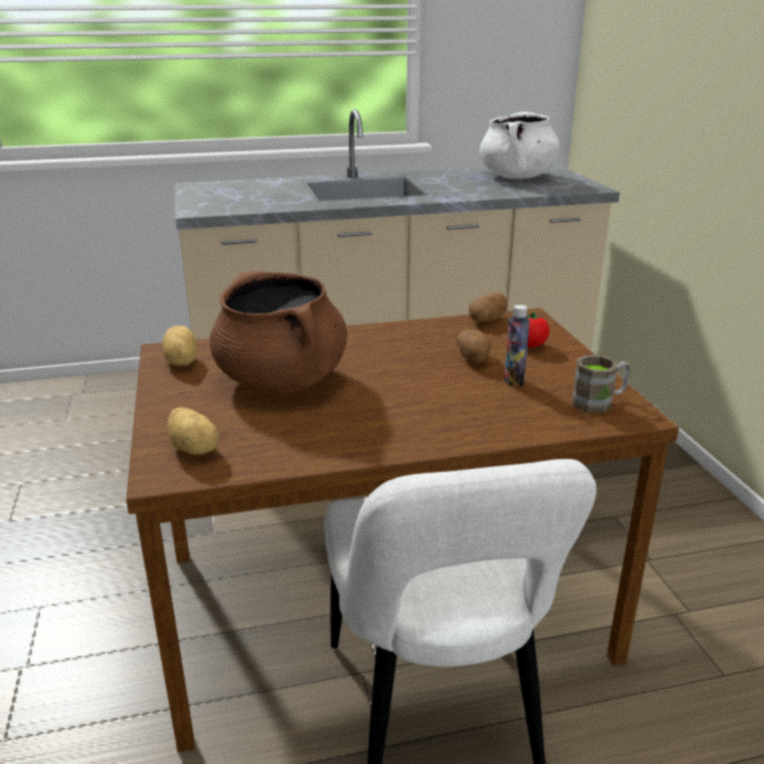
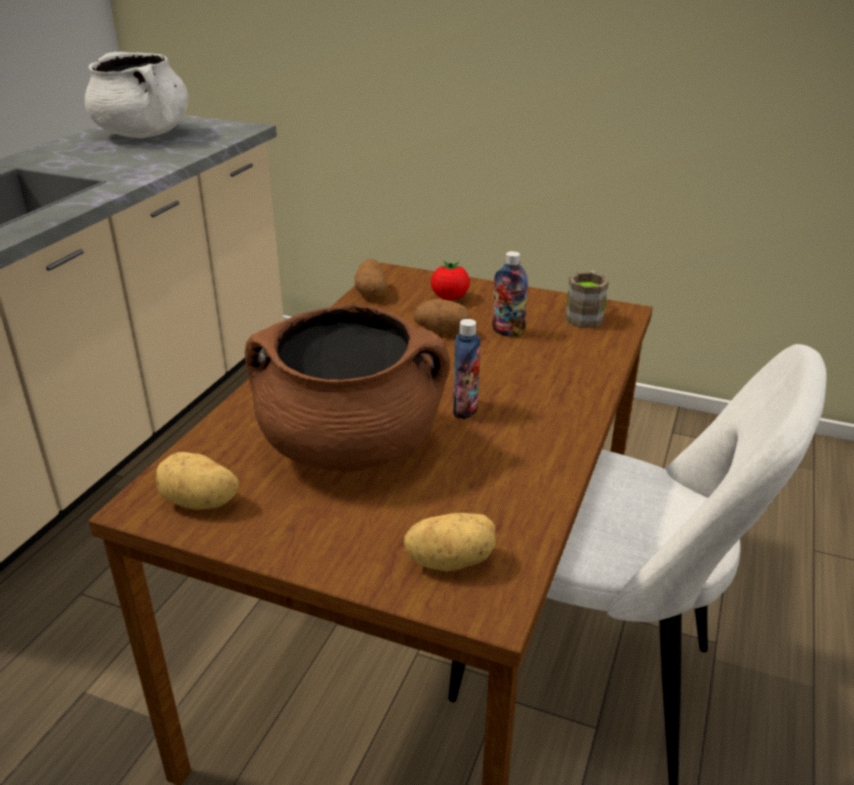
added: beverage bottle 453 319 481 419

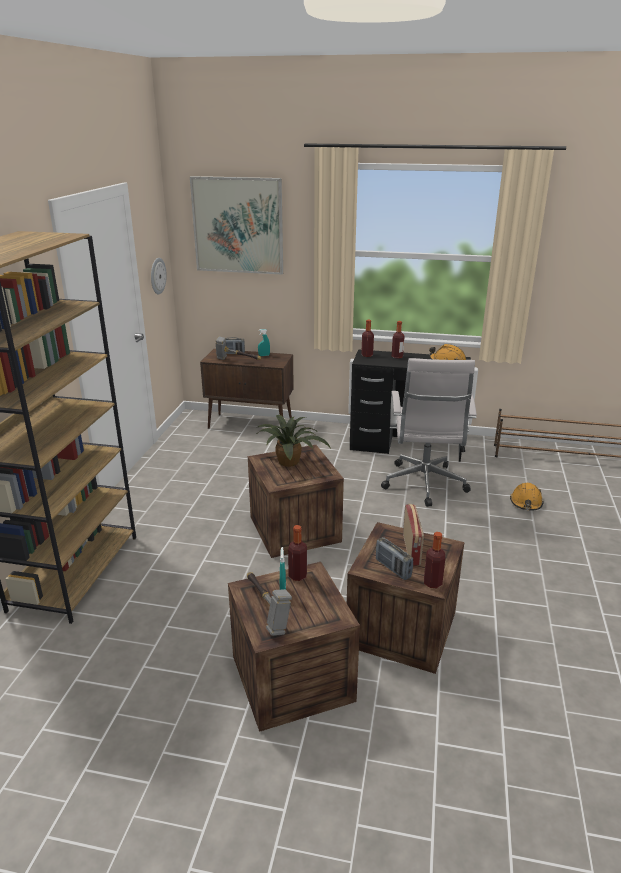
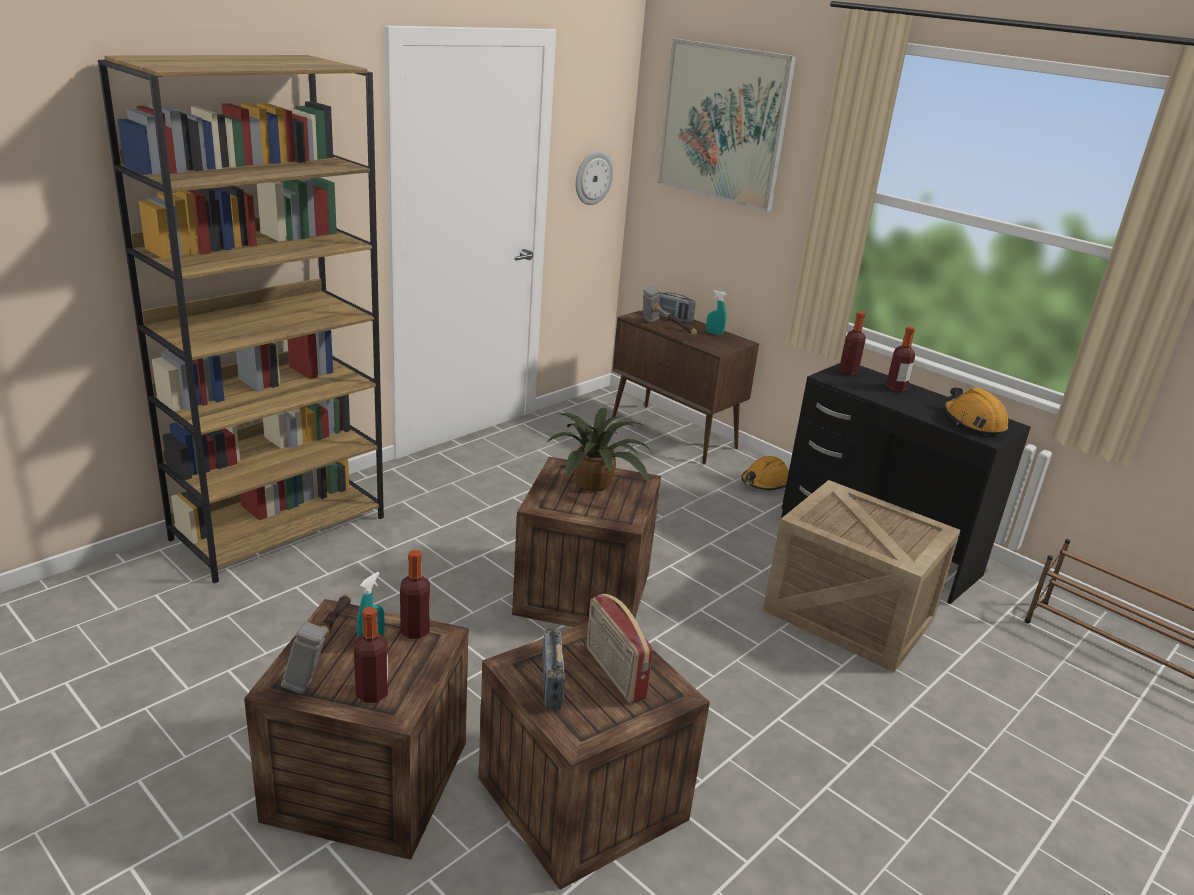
moved: beverage bottle 424 532 445 588 to 354 607 389 703; orangey hard hat 510 483 543 511 to 741 456 789 490
replaced: white-coloured desk chair 381 358 477 507 to shipping crate 763 480 961 672
turned: radio set 403 504 424 566 = 586 594 653 703 120 degrees clockwise

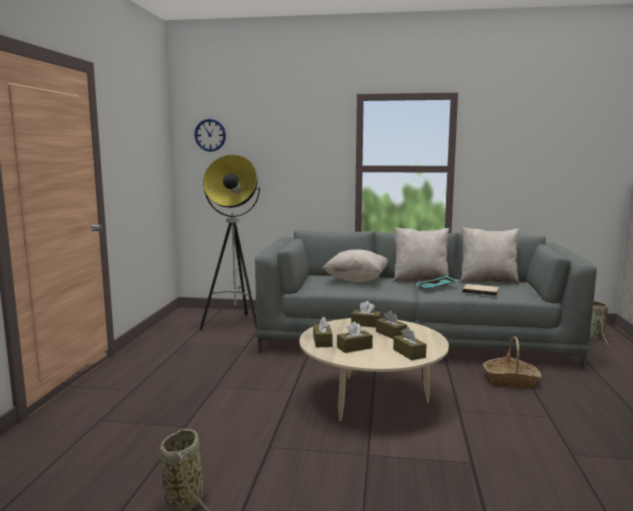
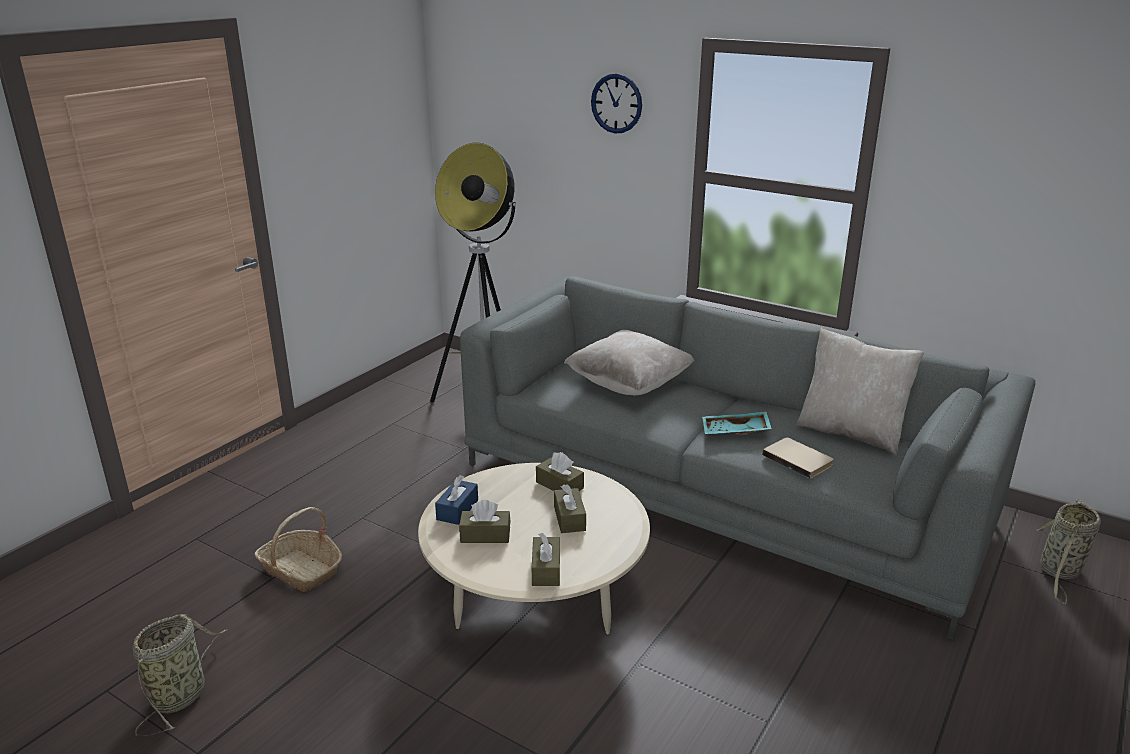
removed: beige-coloured pillow 393 227 449 282
moved: clock on the wall 194 119 226 152 to 591 73 642 134; storage basket 483 336 542 388 to 254 507 342 592
recoloured: brown tissue holder 313 317 333 347 to bluish tissue holder 435 475 478 525

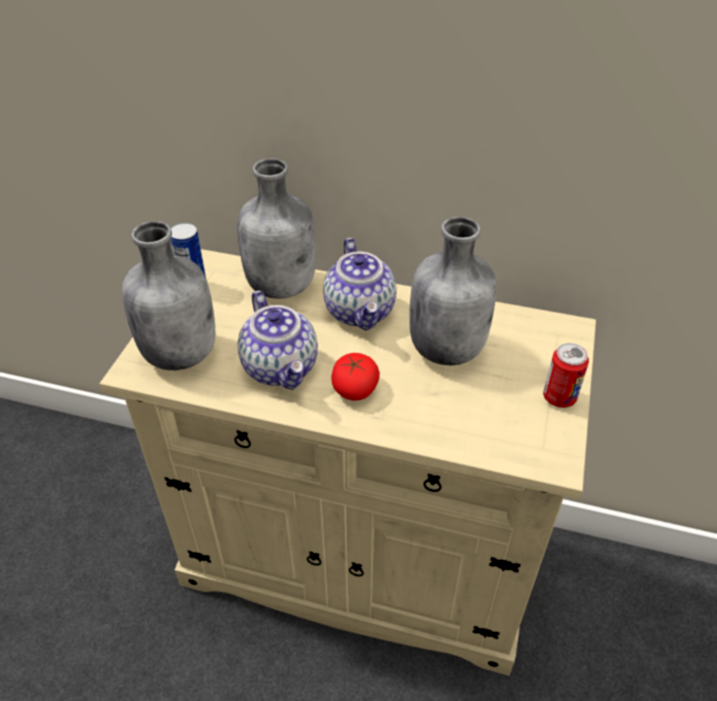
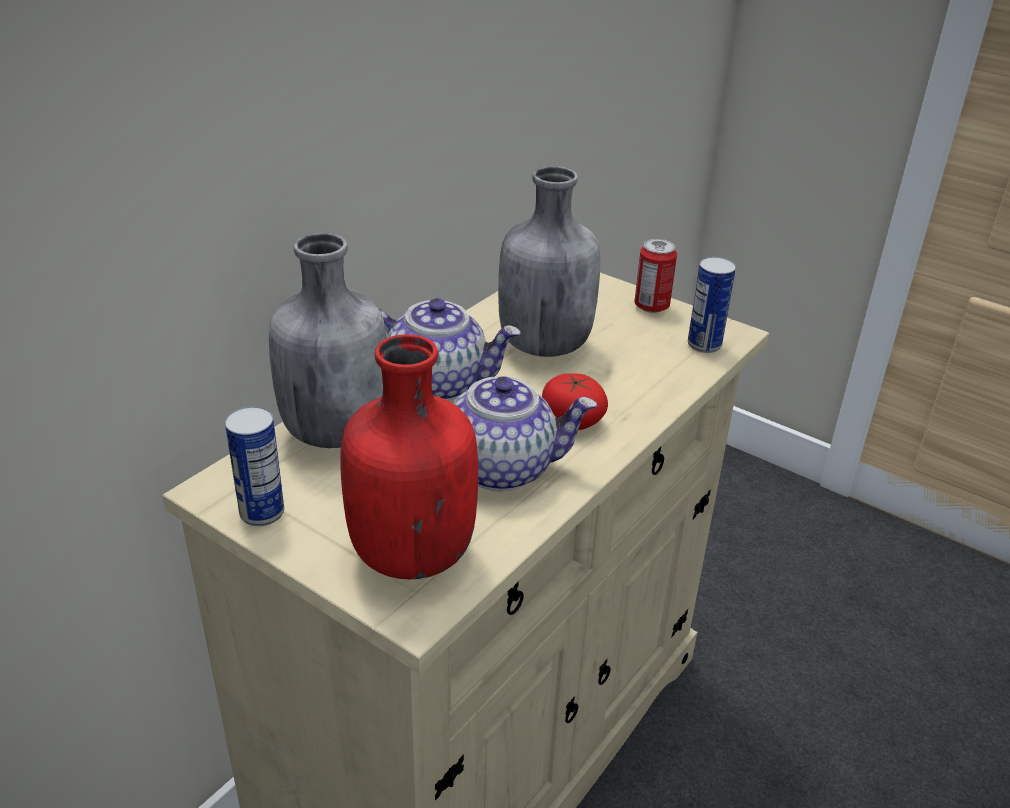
added: can 688 257 736 353
recoloured: grey beverage bottle 122 221 215 370 to reddish beverage bottle 340 334 478 579

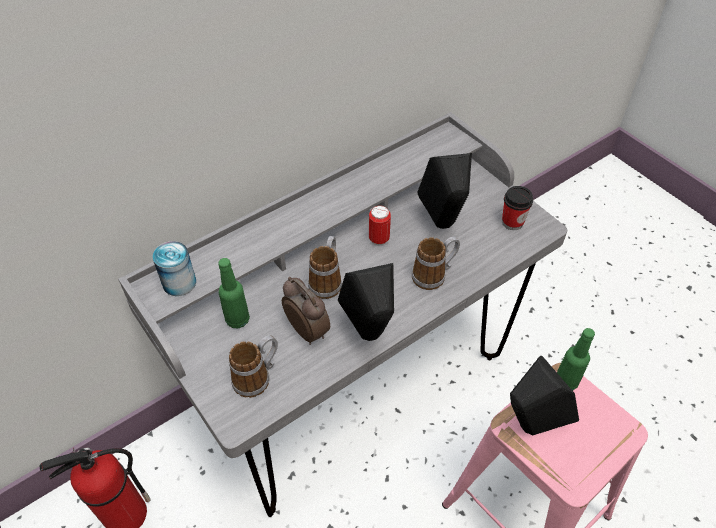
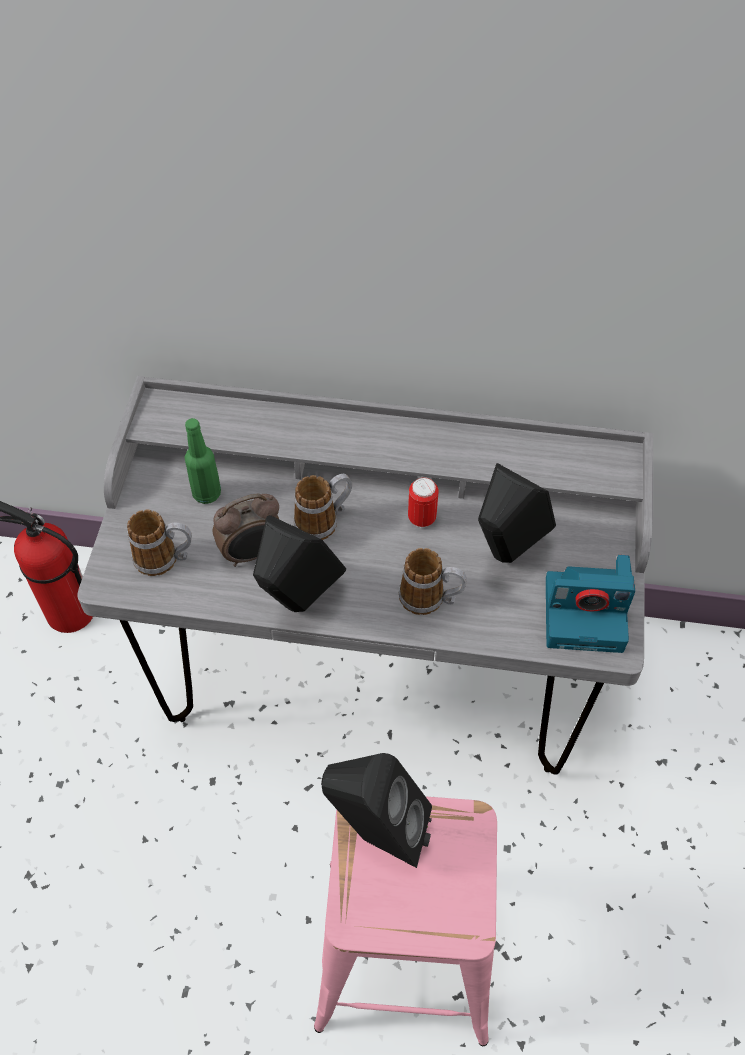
removed: can 152 241 196 296; greenish beverage bottle 557 328 595 391
replaced: small cup 502 186 533 230 to photo camera 546 555 635 653
turned: alarm clock 282 277 330 345 = 213 493 279 567 60 degrees clockwise

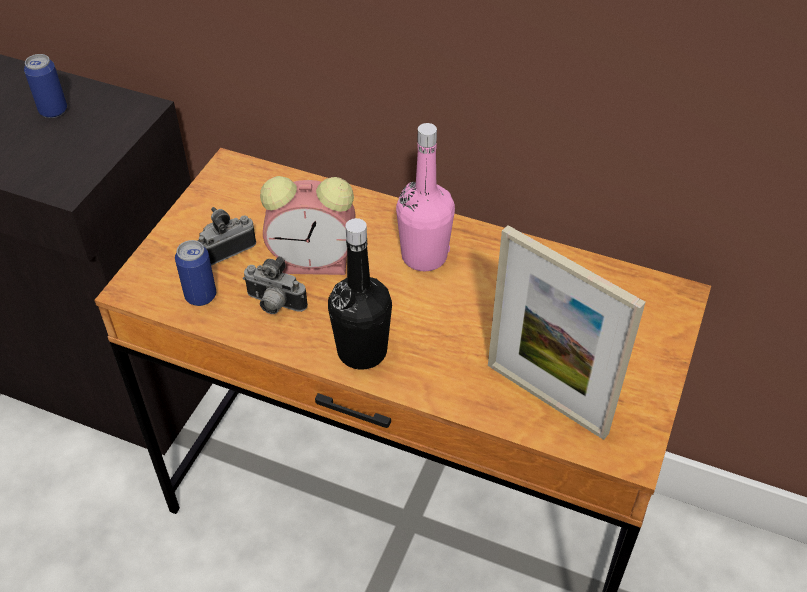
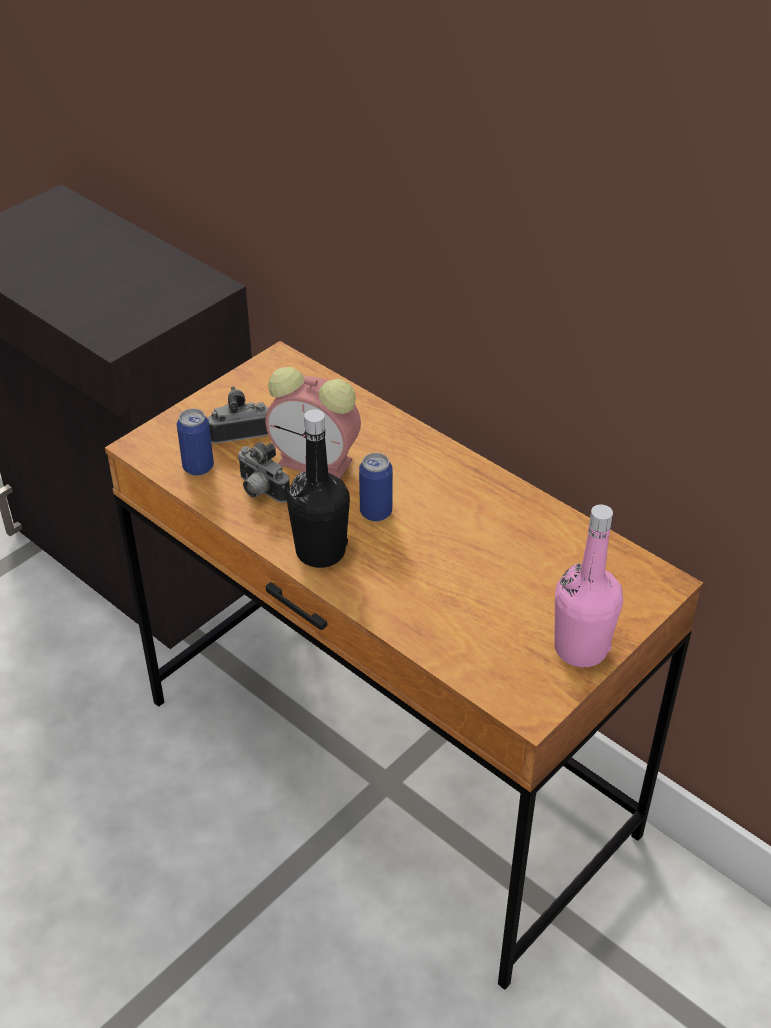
removed: standing frame 488 225 646 440
moved: can 24 54 67 118 to 359 453 393 522; pink beverage bottle 396 123 455 272 to 554 504 623 667

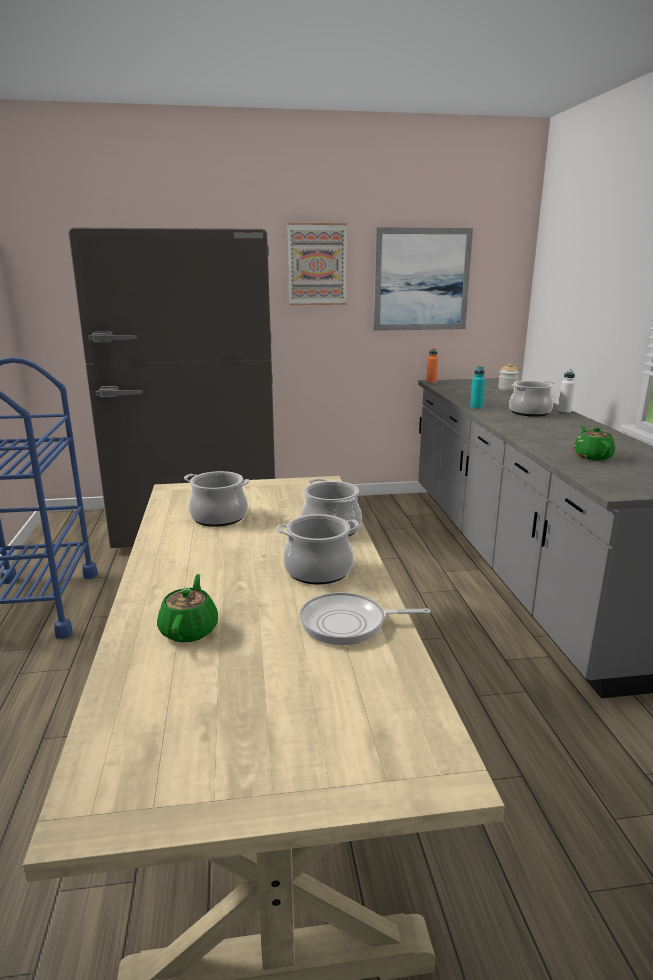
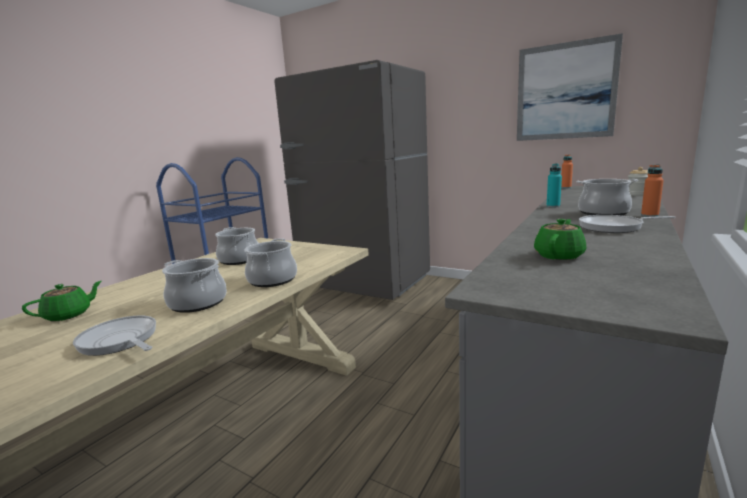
removed: wall picture 288 223 347 305
added: skillet 579 215 675 233
recoloured: white-coloured beverage bottle 558 370 575 414 to orangey beverage bottle 641 165 664 217

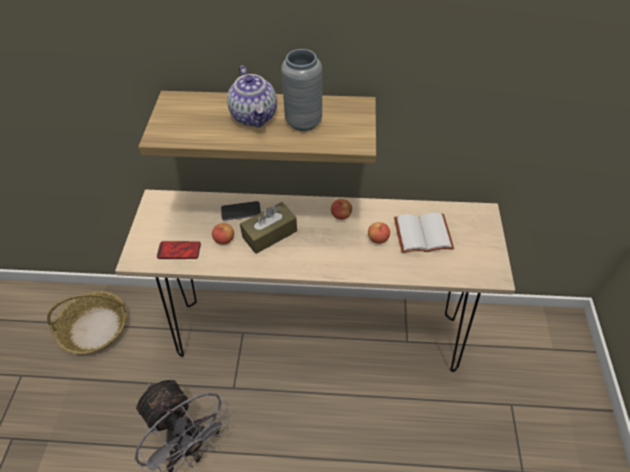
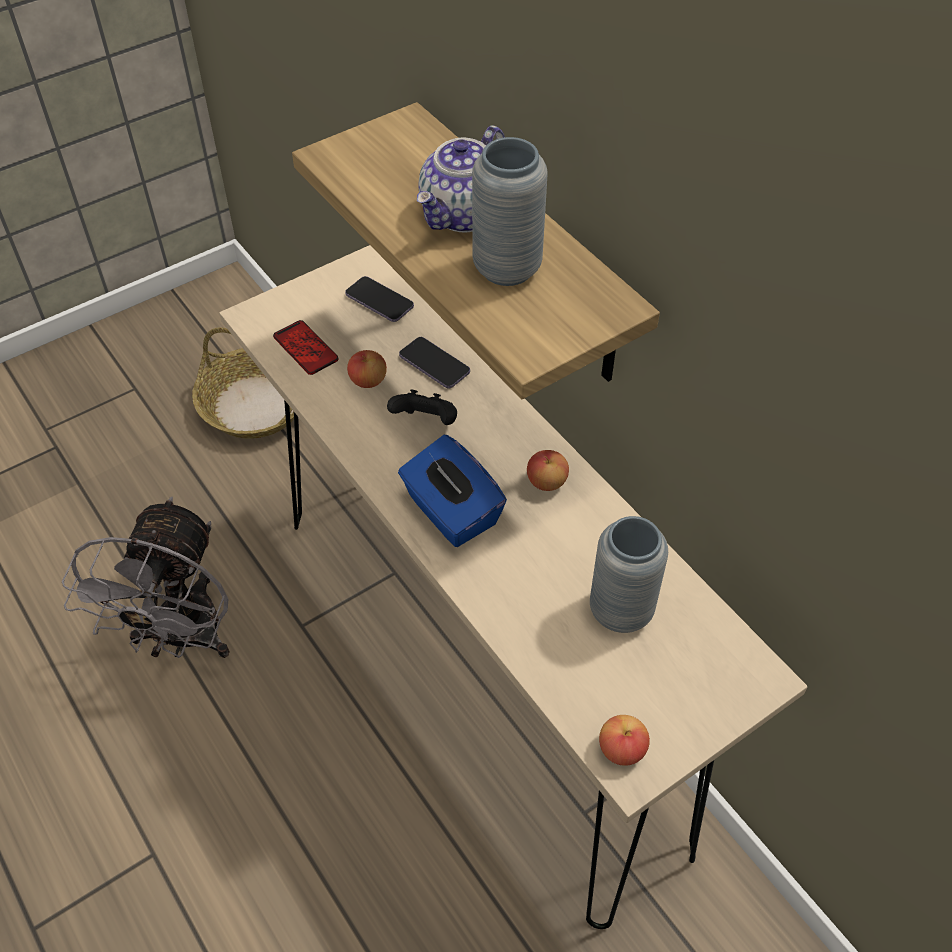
added: telephone 345 276 414 322; bluish tissue holder 398 435 507 547
moved: apple fruit 368 222 390 244 to 599 715 650 766
replaced: brown tissue holder 240 202 297 254 to black-coloured gamepad 387 389 457 425; white-coloured volume 394 213 454 253 to grey decorative vase 590 516 668 633

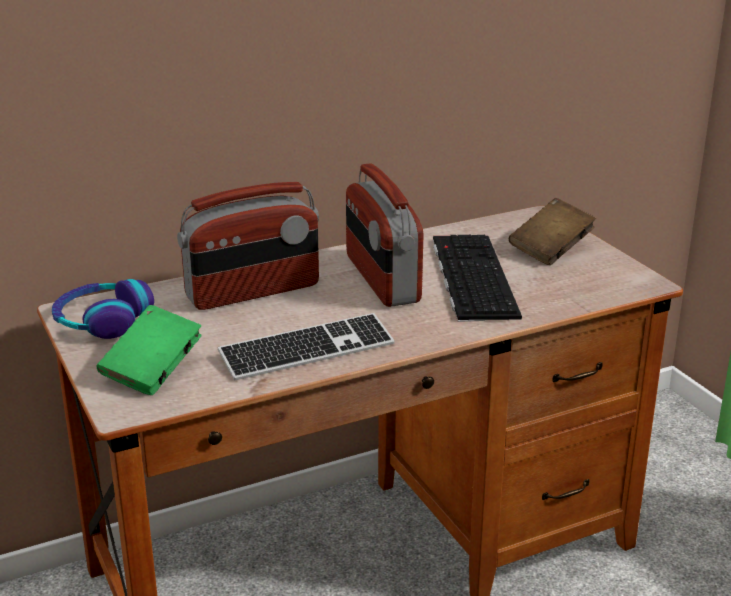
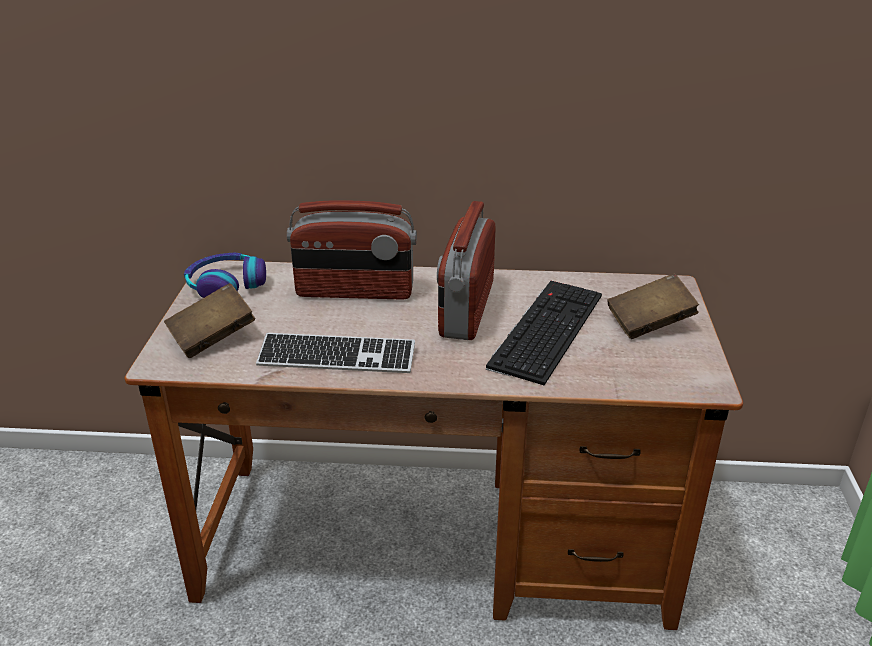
recoloured: greenish volume 96 305 202 395 to brown volume 164 283 255 358

